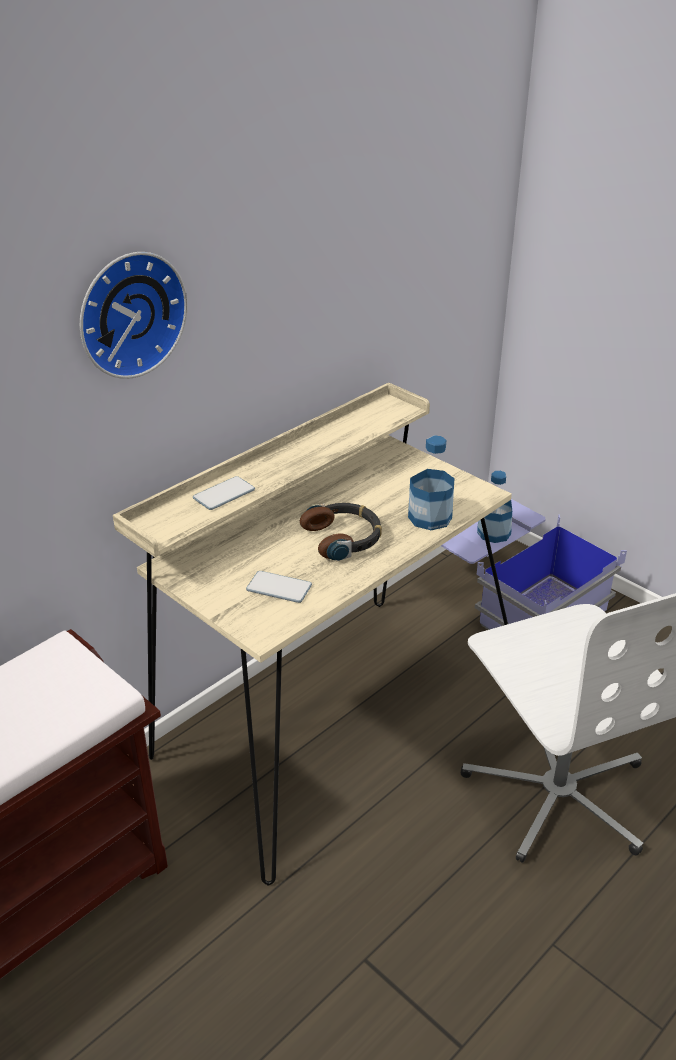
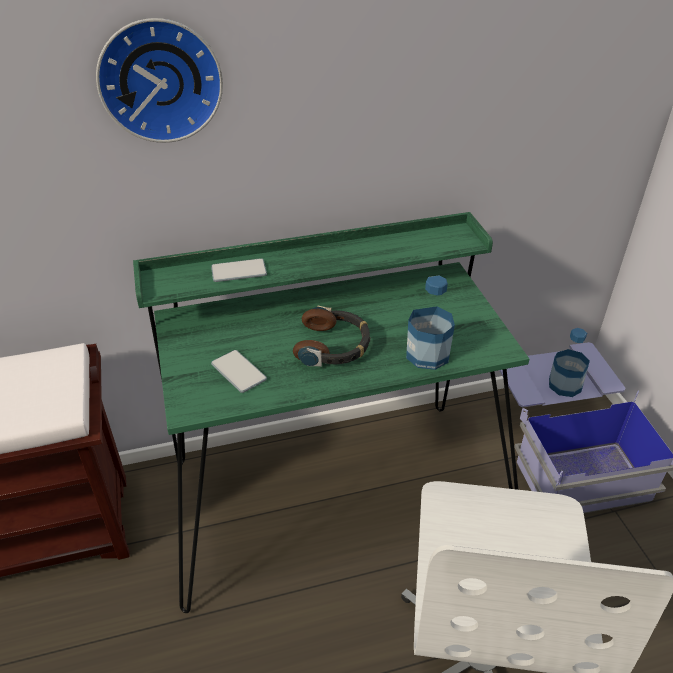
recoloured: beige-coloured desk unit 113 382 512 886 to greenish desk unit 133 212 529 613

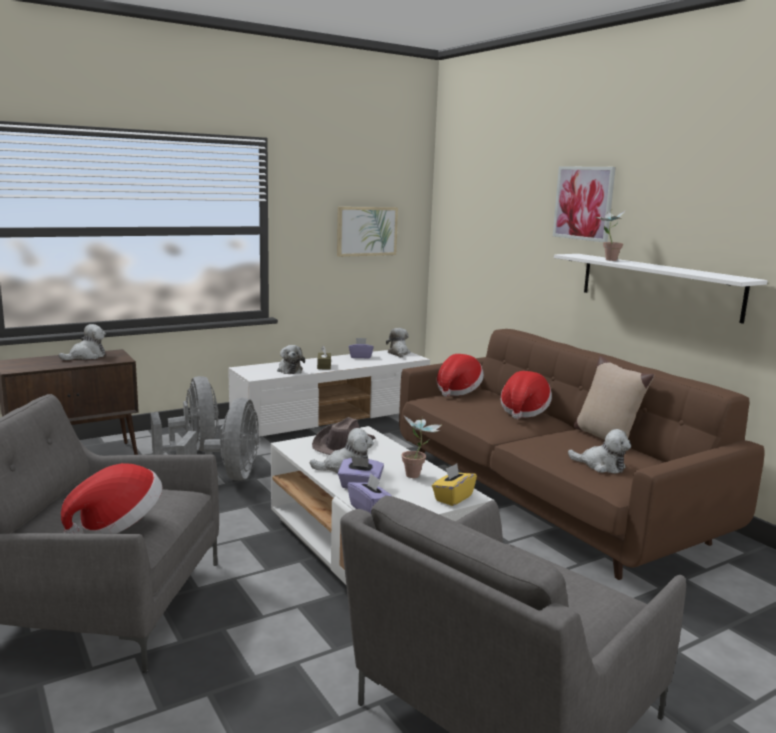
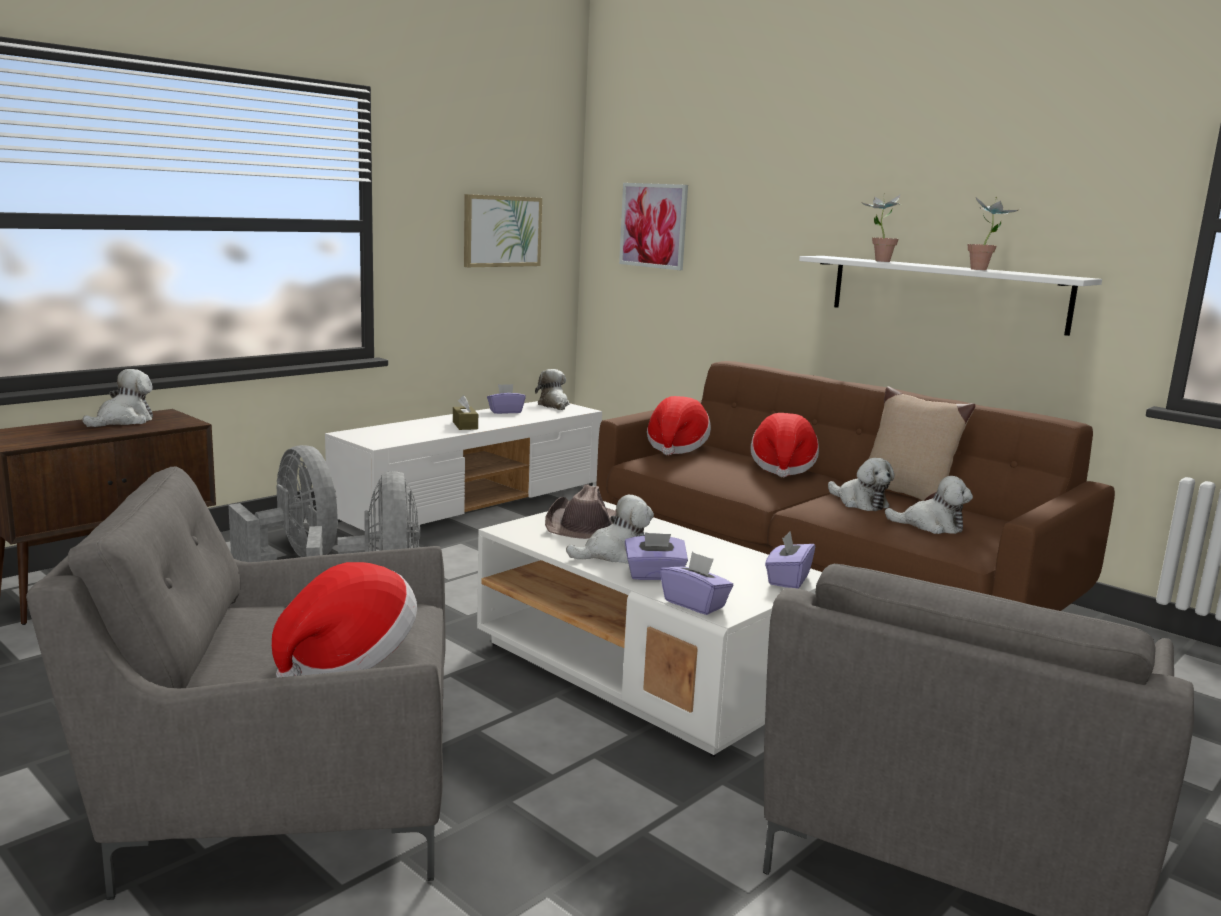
moved: plush toy 277 345 305 374 to 828 458 895 511; plant in a pot 401 416 441 478 to 968 197 1020 270; wall picture 553 166 616 242 to 619 183 688 270
recoloured: yellow tissue holder 432 463 477 506 to purplish tissue holder 765 531 815 589

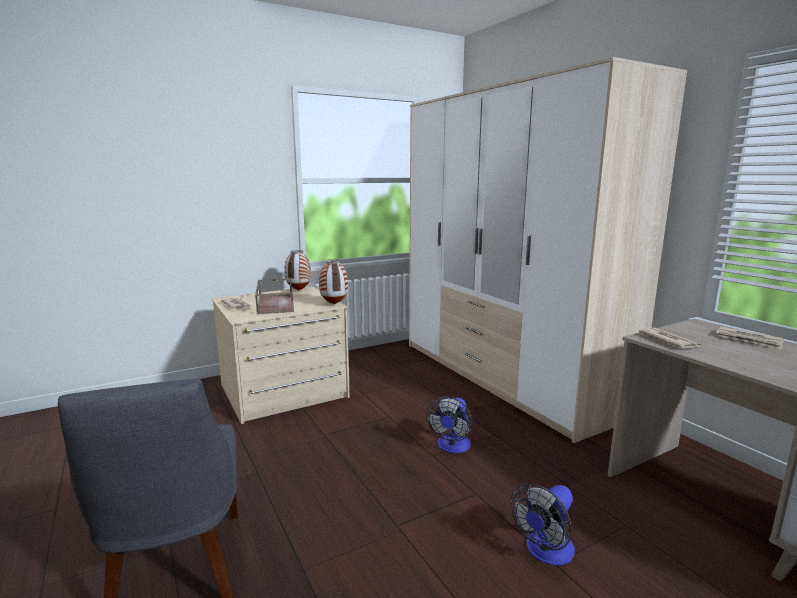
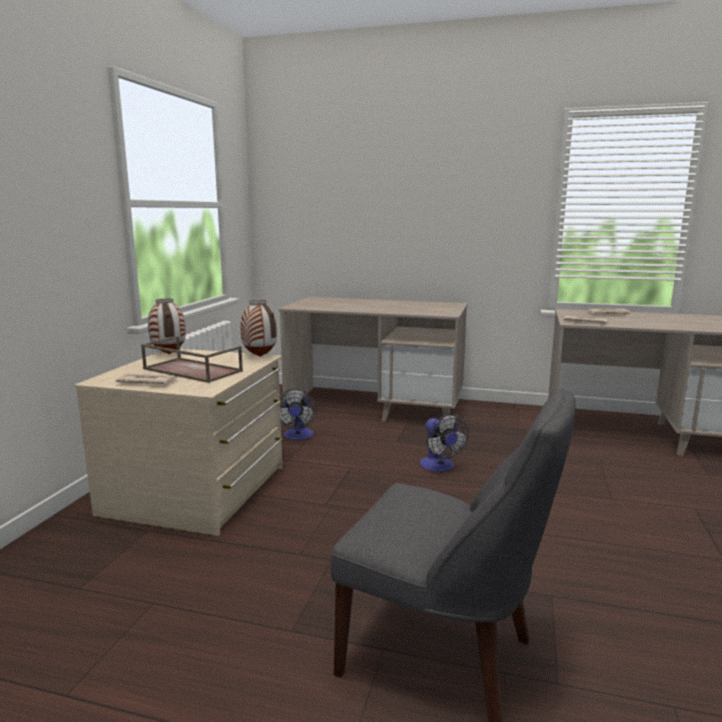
moved: electric fan 511 483 575 565 to 280 389 317 440
replaced: clothes cupboard 409 57 687 443 to beige-coloured desk unit 279 297 468 422

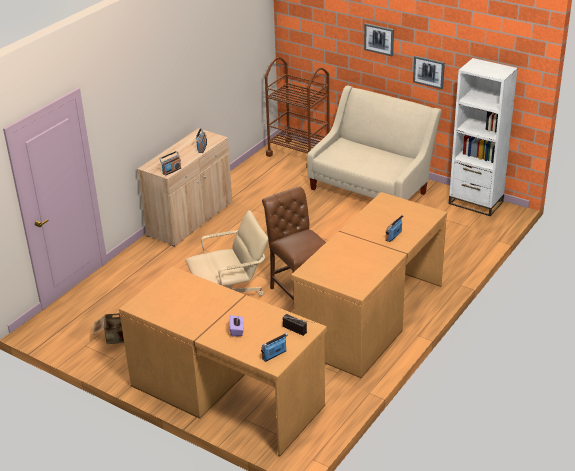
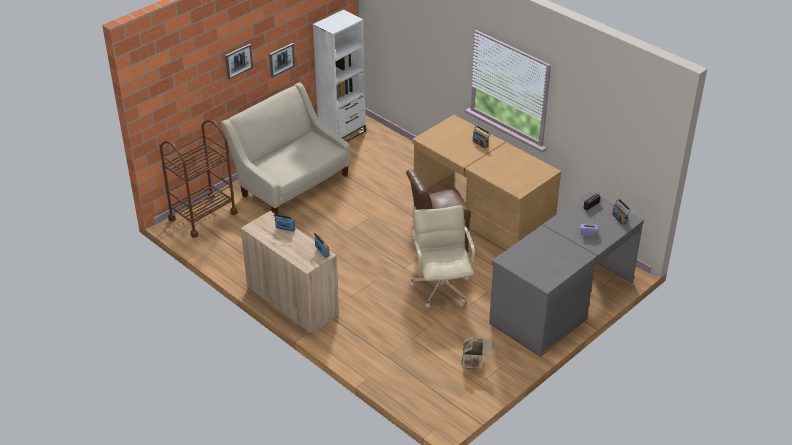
recoloured: brown desk unit 119 266 327 456 to grey desk unit 489 191 644 357

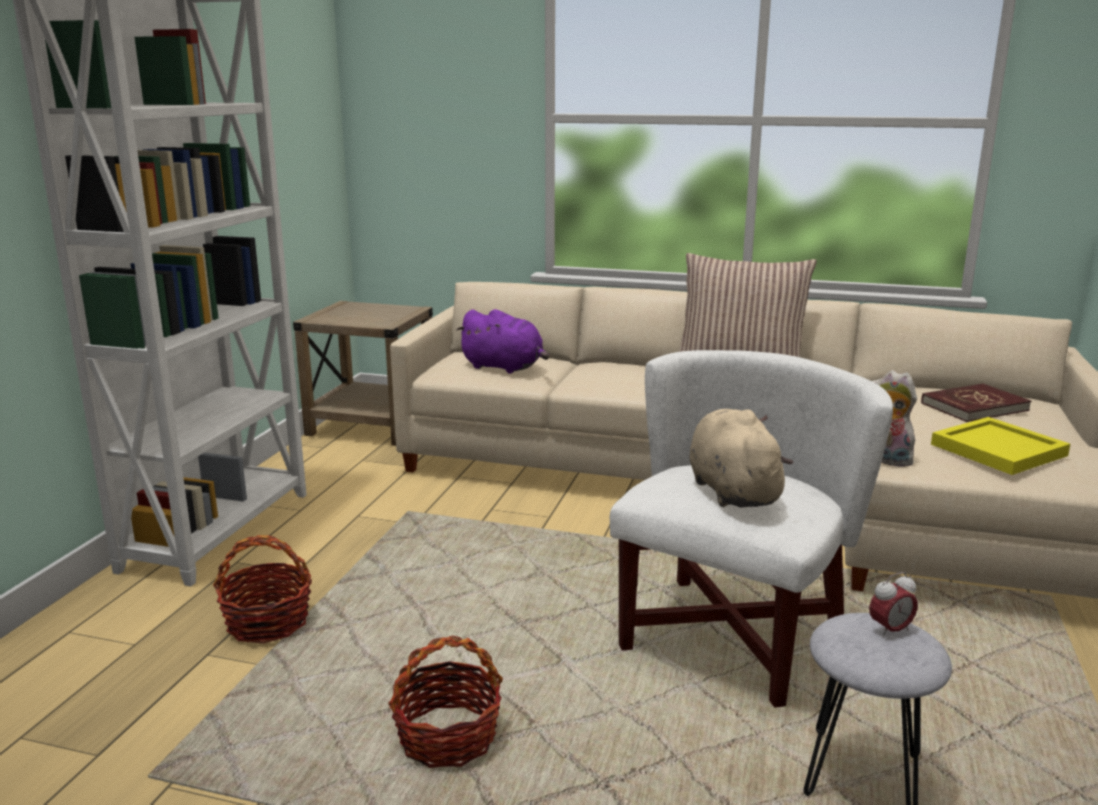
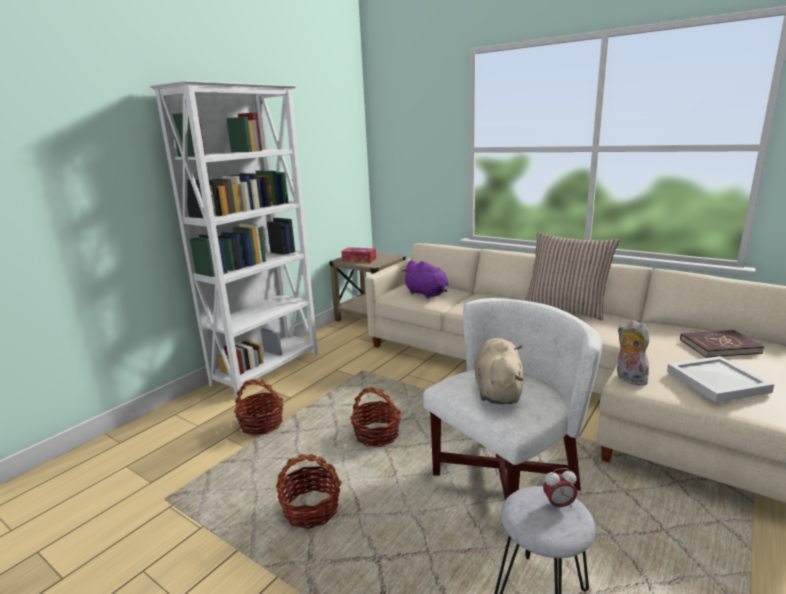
added: tissue holder 341 247 376 263; storage basket 350 387 401 447
recoloured: yellow serving tray 931 417 1070 475 to white-coloured serving tray 667 356 775 402

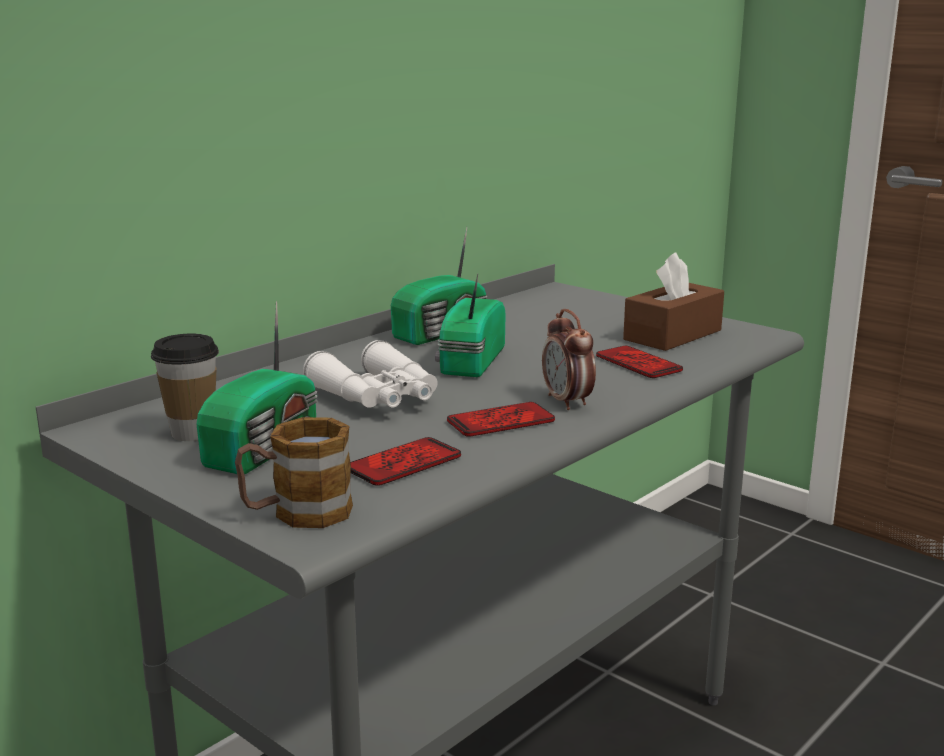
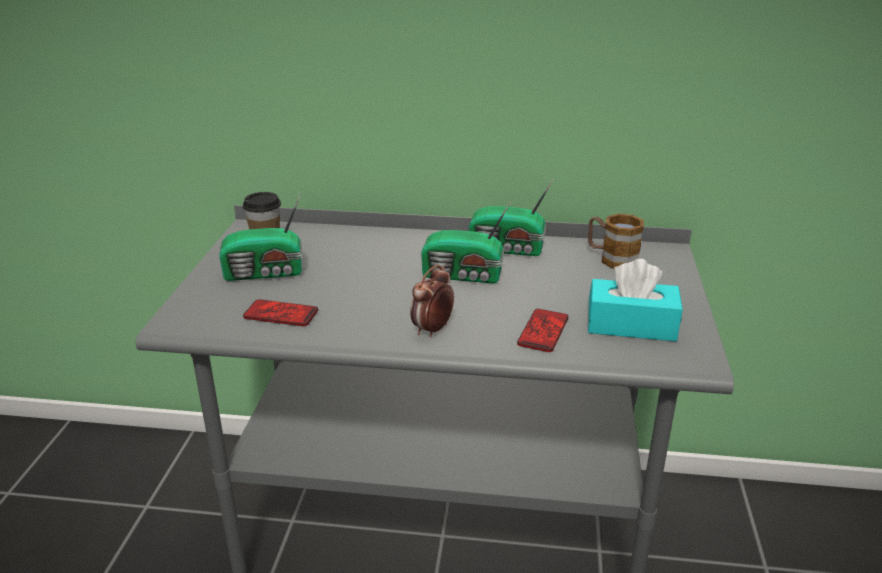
removed: white-coloured binoculars 303 340 438 408; telephone 447 402 555 437
moved: coffee mug 235 417 353 528 to 588 214 644 269
recoloured: brown tissue holder 623 253 724 351 to blue-green tissue holder 588 259 683 341
turned: radio set 435 273 506 377 = 421 201 511 284 150 degrees counterclockwise

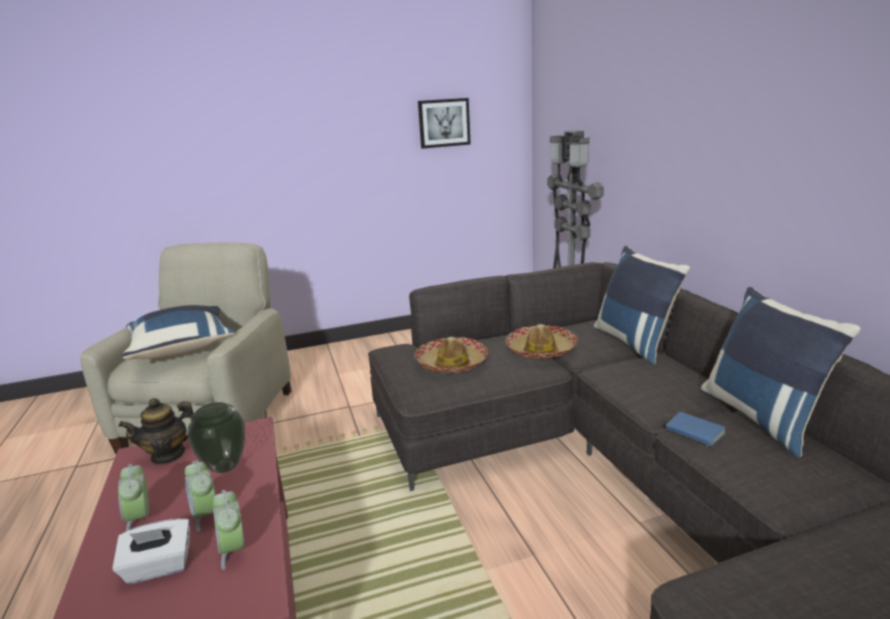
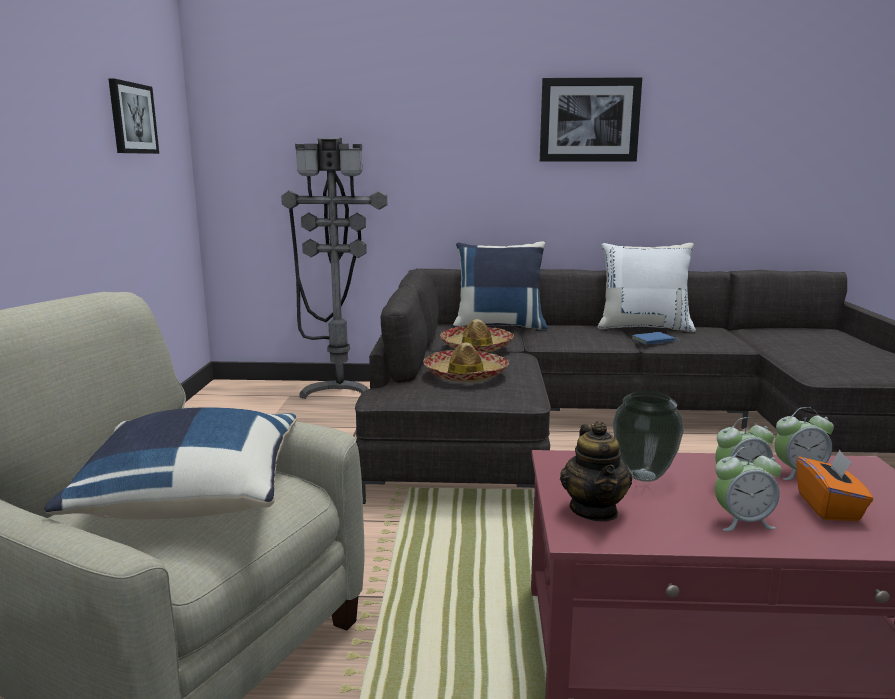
added: wall picture 540 77 642 162
recoloured: white-coloured tissue holder 112 519 190 584 to orangey tissue holder 797 450 873 521; bluish pillow 701 287 861 457 to white-coloured pillow 598 243 696 332

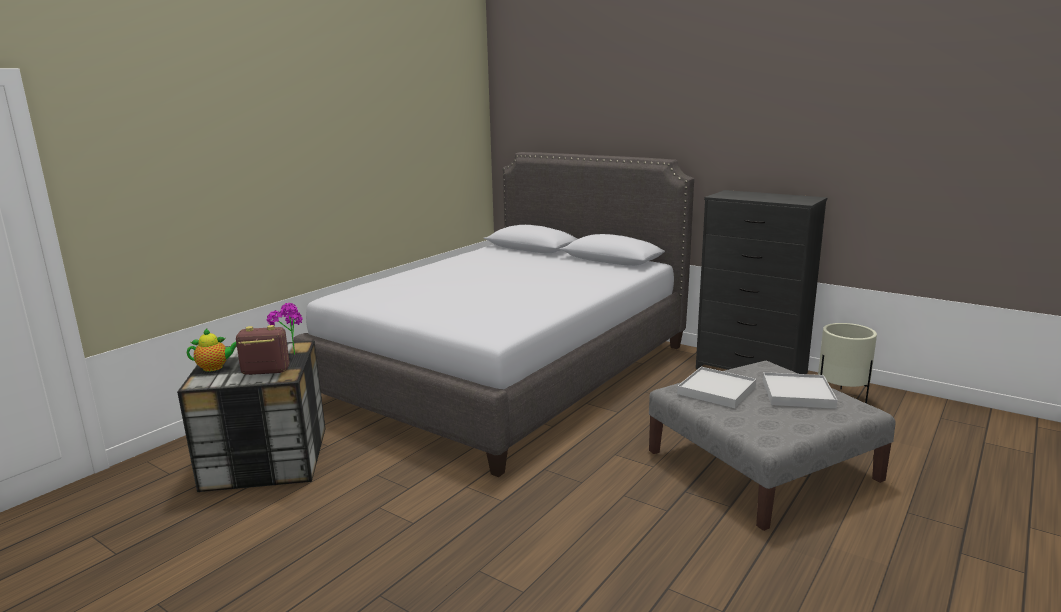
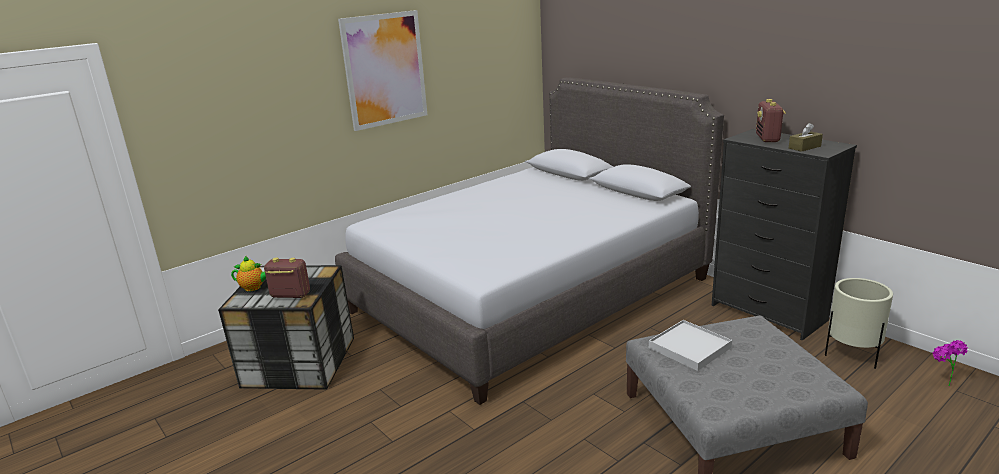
removed: white-coloured serving tray 763 372 838 409
added: wall picture 338 10 427 131; radio set 756 99 786 142; brown tissue holder 789 123 823 152
moved: plant in a pot 267 303 302 355 to 933 340 968 386

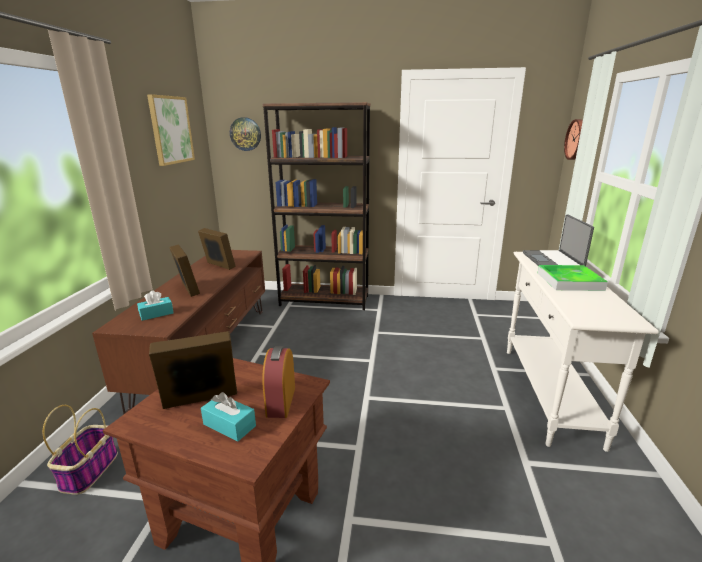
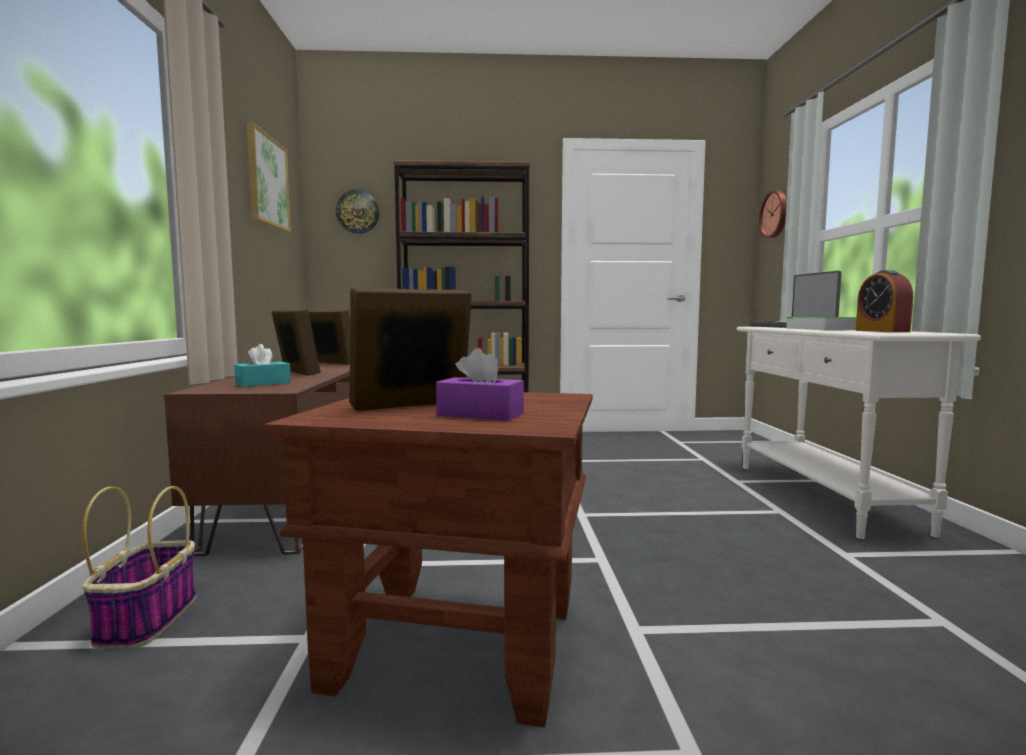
moved: alarm clock 262 346 295 418 to 856 270 913 332
recoloured: blue-green tissue holder 201 392 256 441 to purplish tissue holder 436 348 524 421

